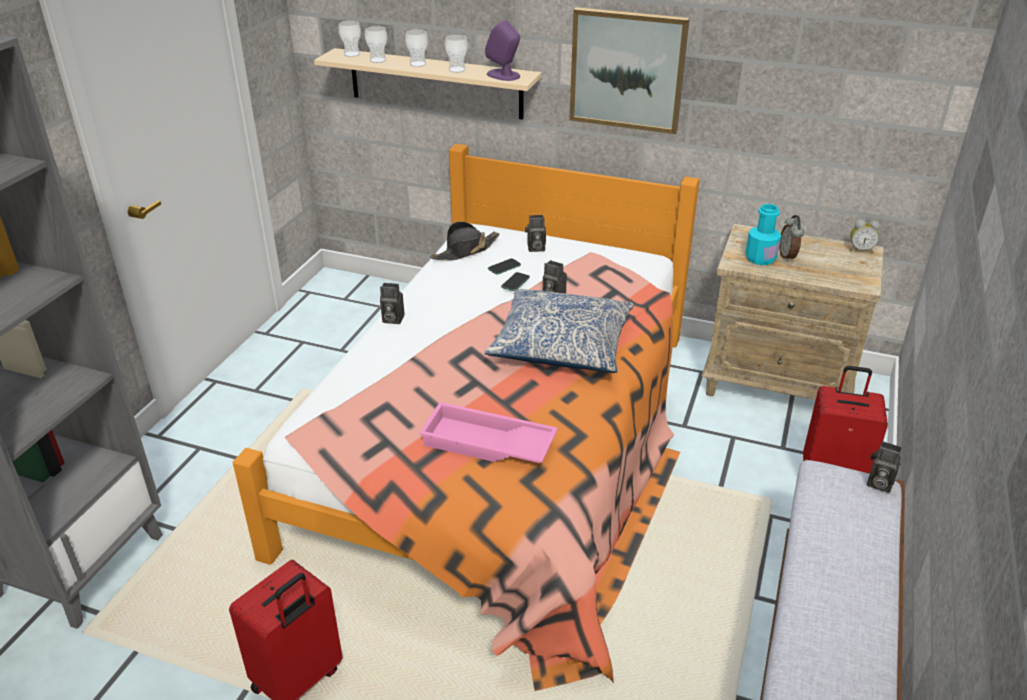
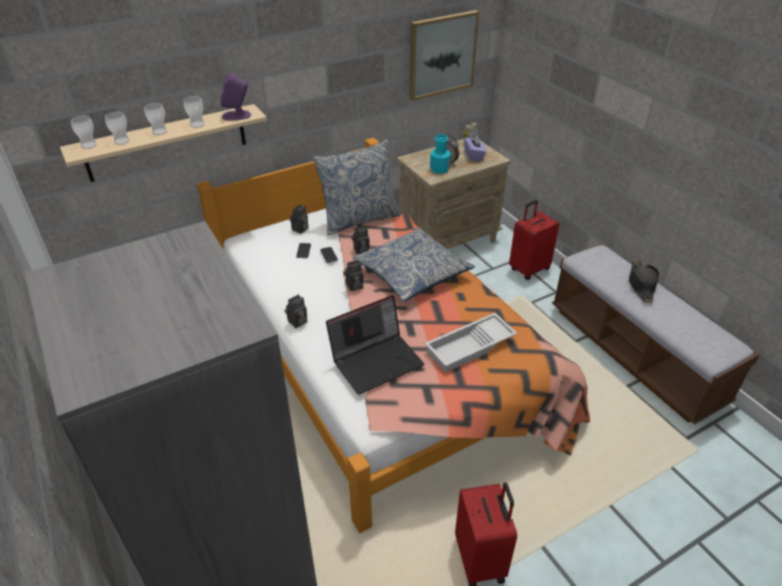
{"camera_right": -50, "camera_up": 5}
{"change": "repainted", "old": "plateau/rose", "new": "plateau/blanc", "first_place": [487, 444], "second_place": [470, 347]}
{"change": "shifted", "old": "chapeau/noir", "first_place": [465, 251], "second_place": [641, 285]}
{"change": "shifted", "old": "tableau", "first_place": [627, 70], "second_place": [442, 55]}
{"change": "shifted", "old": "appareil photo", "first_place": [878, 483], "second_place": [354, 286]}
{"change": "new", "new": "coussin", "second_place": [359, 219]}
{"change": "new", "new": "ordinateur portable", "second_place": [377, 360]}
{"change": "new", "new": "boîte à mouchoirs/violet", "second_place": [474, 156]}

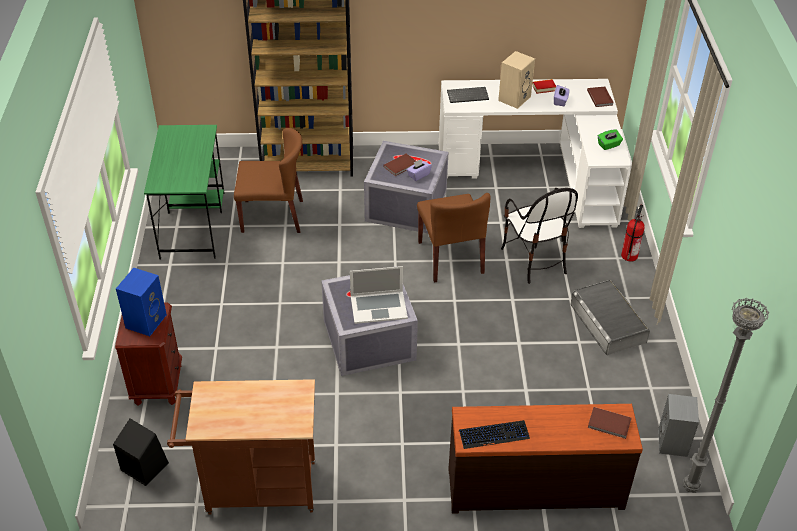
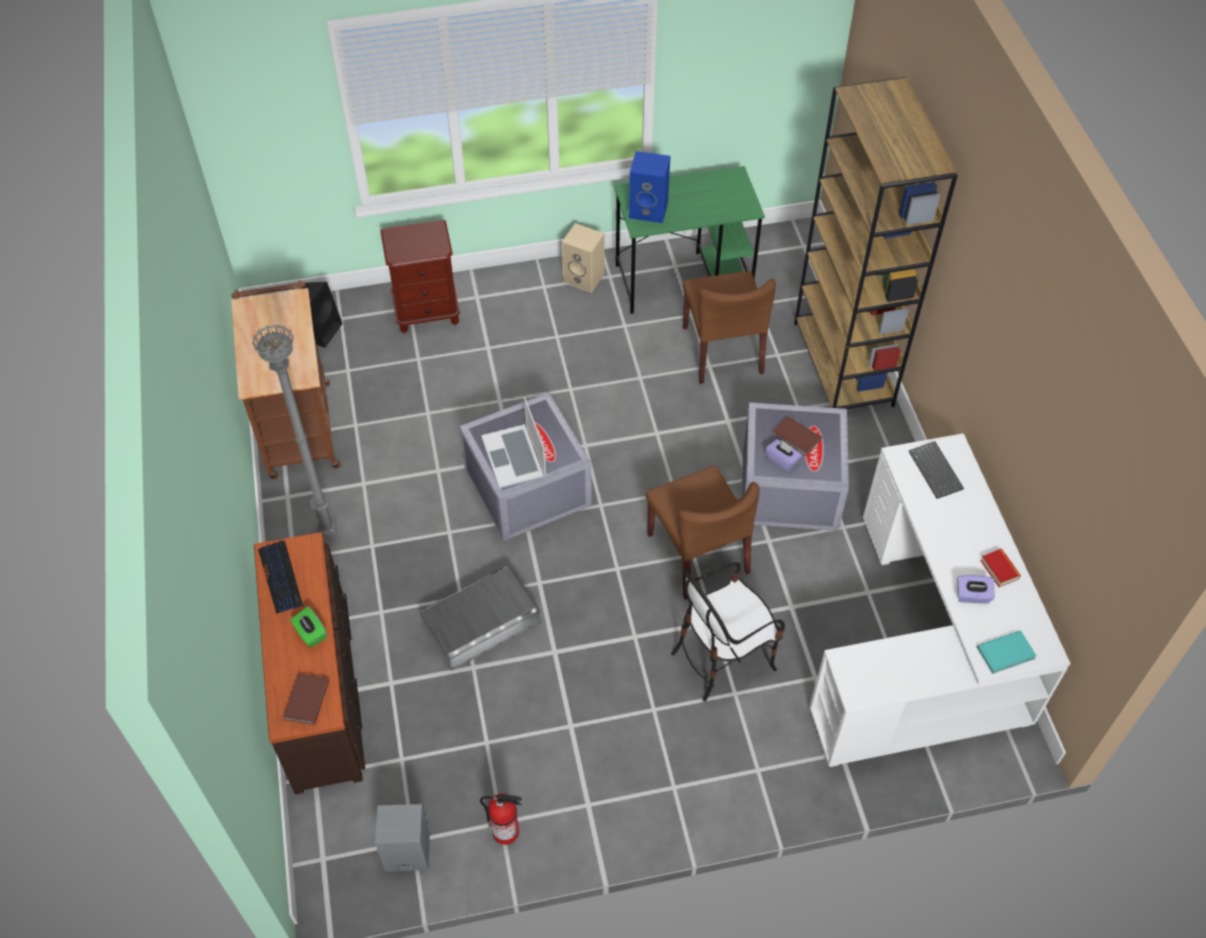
{"camera_right": 80, "camera_up": 10}
{"change": "shifted", "old": "enceinte/bleu", "first_place": [146, 320], "second_place": [649, 209]}
{"change": "rotated", "old": "chaise/marron", "first_place": [450, 257], "second_place": [698, 554], "degrees": -90}
{"change": "shifted", "old": "enceinte/beige", "first_place": [514, 98], "second_place": [585, 278]}
{"change": "shifted", "old": "boîte de rangement/gris", "first_place": [608, 323], "second_place": [481, 623]}
{"change": "repainted", "old": "livre/marron", "new": "livre/turquoise", "first_place": [600, 97], "second_place": [1007, 654]}
{"change": "shifted", "old": "boîte à mouchoirs/vert", "first_place": [609, 145], "second_place": [311, 633]}
{"change": "shifted", "old": "extincteur", "first_place": [629, 255], "second_place": [506, 831]}
{"change": "shifted", "old": "lampadaire/gris", "first_place": [689, 488], "second_place": [328, 533]}

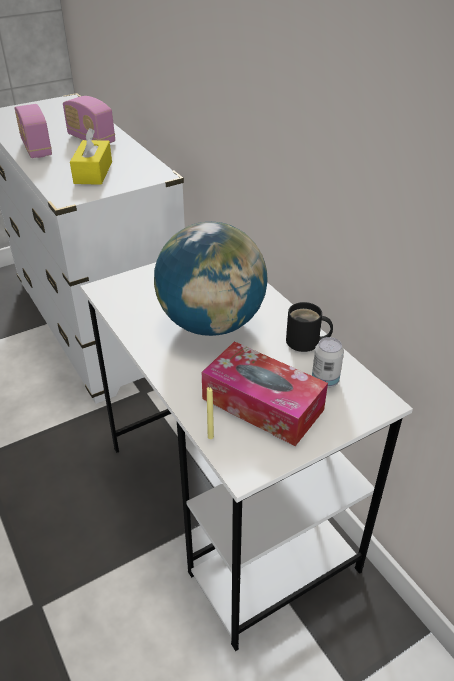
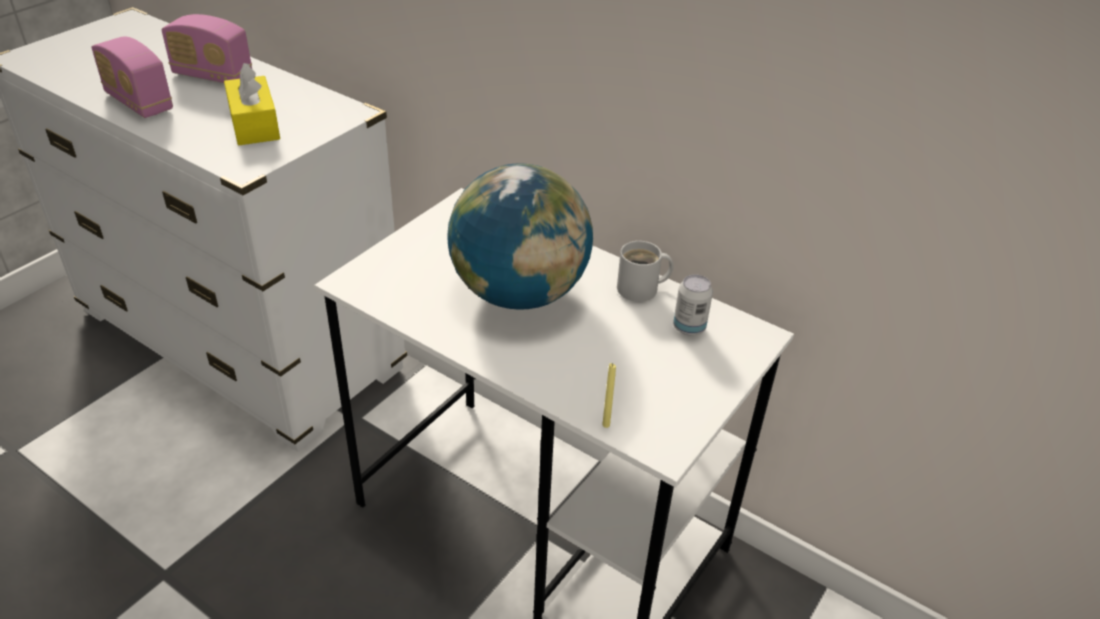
{"camera_right": -25, "camera_up": 0}
{"change": "gone", "old": "boîte à mouchoirs", "first_place": [262, 404]}
{"change": "repainted", "old": "mug/noir", "new": "mug/blanc", "first_place": [305, 342], "second_place": [641, 289]}

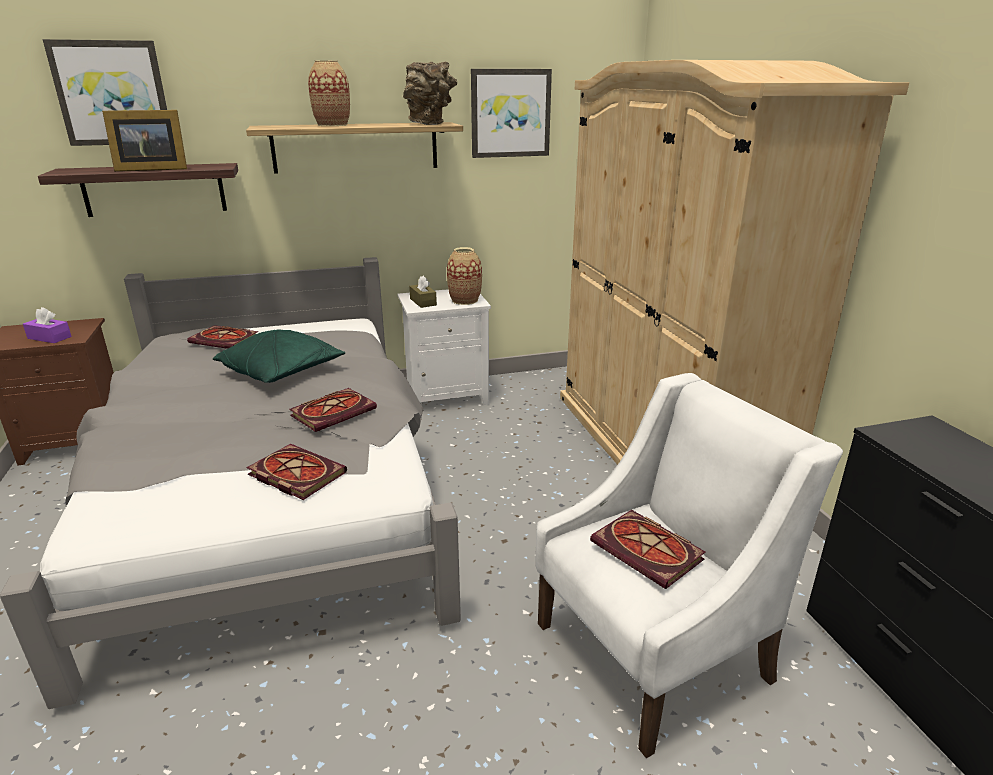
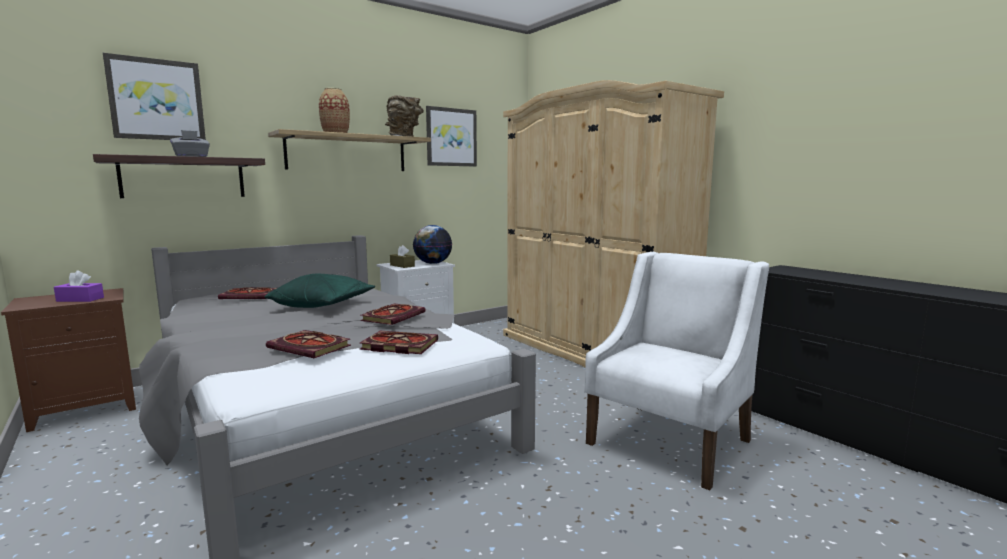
{"camera_right": -20, "camera_up": -15}
{"change": "swapped", "old": "cadre photo", "new": "boîte à mouchoirs/gris", "first_place": [150, 169], "second_place": [191, 156]}
{"change": "swapped", "old": "vase", "new": "globe", "first_place": [464, 300], "second_place": [432, 263]}
{"change": "shifted", "old": "livre", "first_place": [649, 551], "second_place": [311, 347]}

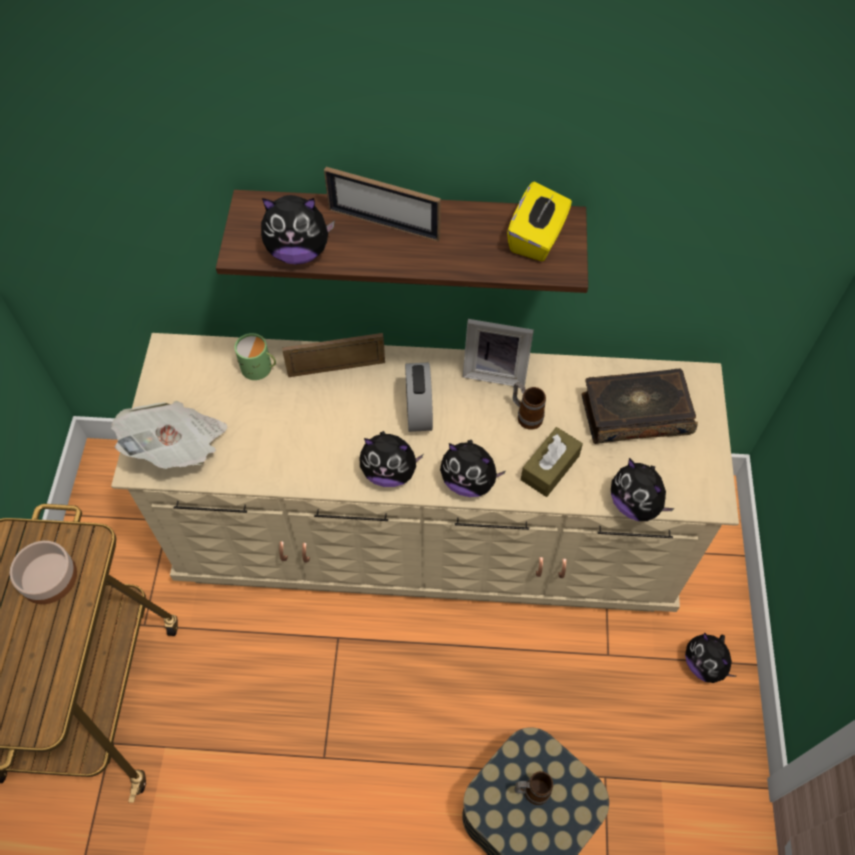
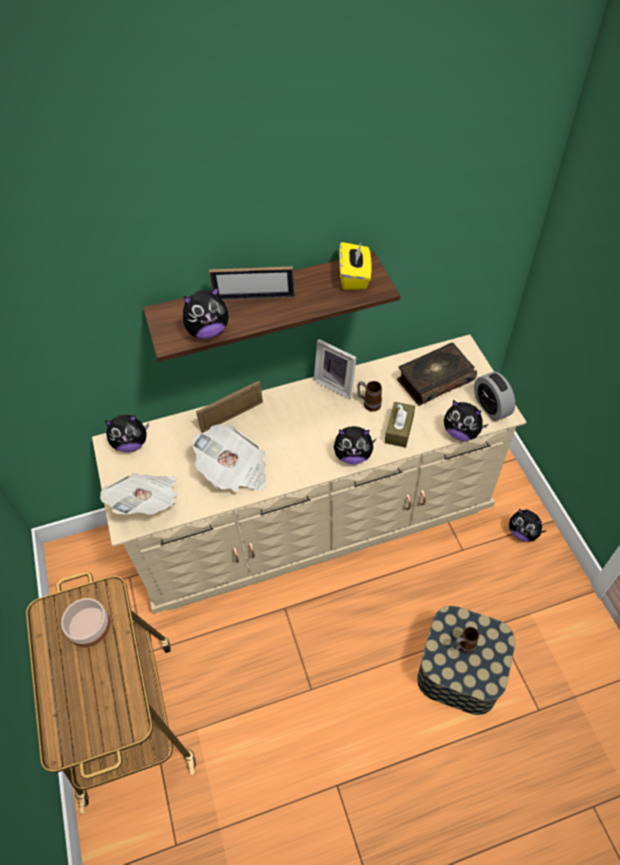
{"camera_right": -20, "camera_up": -5}
{"change": "gone", "old": "mug/vert", "first_place": [259, 368]}
{"change": "shifted", "old": "peluche", "first_place": [389, 472], "second_place": [131, 444]}
{"change": "shifted", "old": "réveil", "first_place": [419, 411], "second_place": [490, 407]}
{"change": "rotated", "old": "cadre photo", "first_place": [495, 371], "second_place": [336, 384], "degrees": 45}
{"change": "new", "new": "journal", "second_place": [234, 471]}

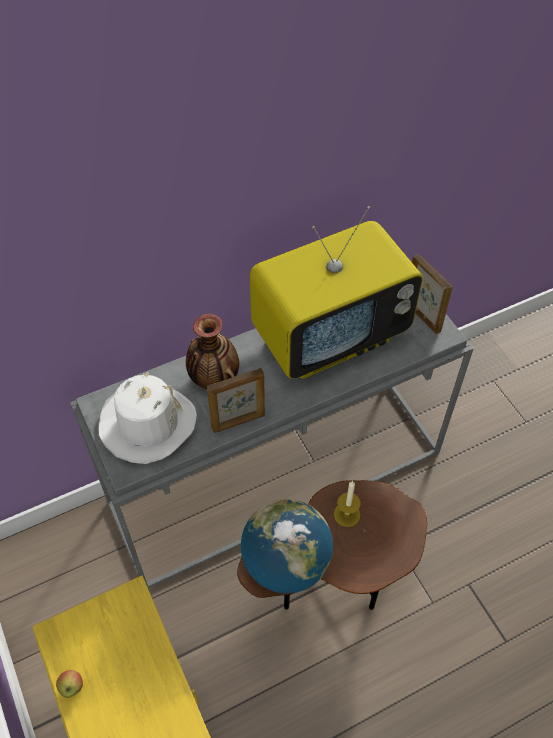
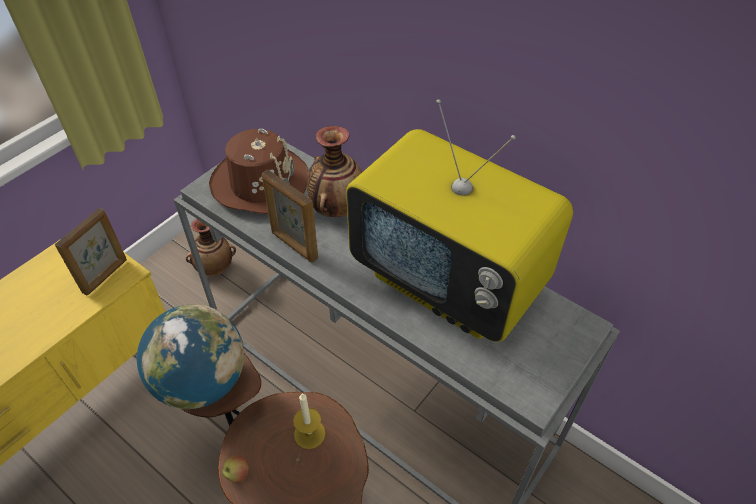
{"camera_right": 65, "camera_up": -5}
{"change": "shifted", "old": "pomme", "first_place": [72, 687], "second_place": [238, 474]}
{"change": "repainted", "old": "chapeau/blanc", "new": "chapeau/marron", "first_place": [147, 423], "second_place": [260, 183]}
{"change": "shifted", "old": "cadre photo", "first_place": [423, 316], "second_place": [105, 276]}
{"change": "new", "new": "vase", "second_place": [215, 268]}

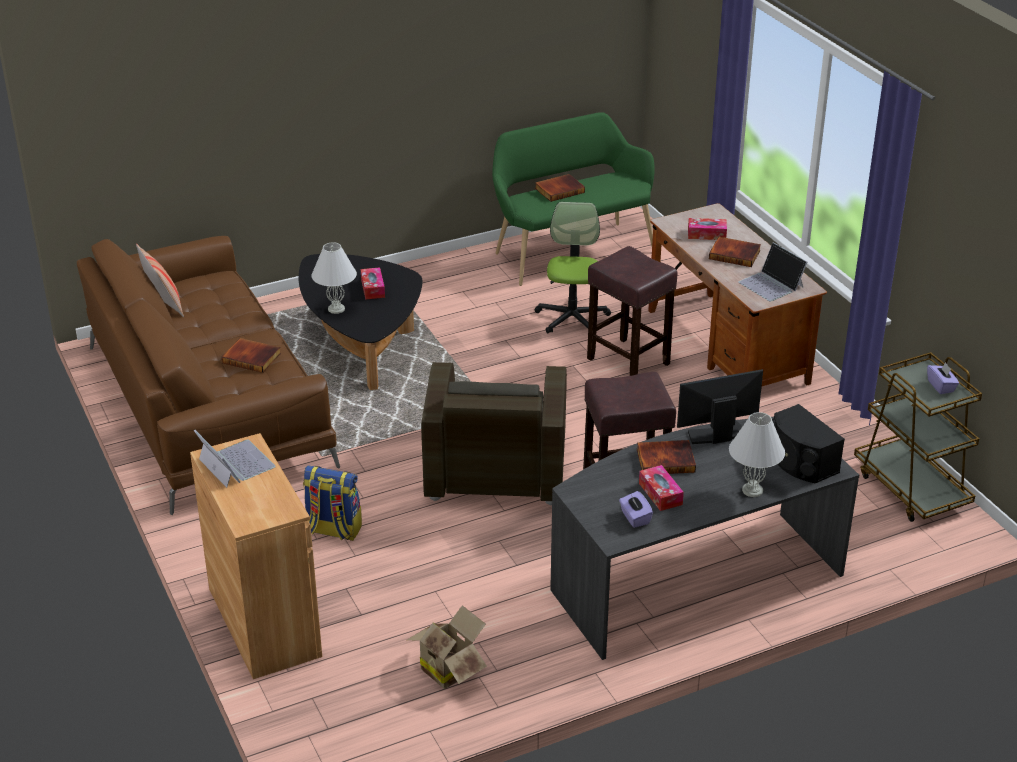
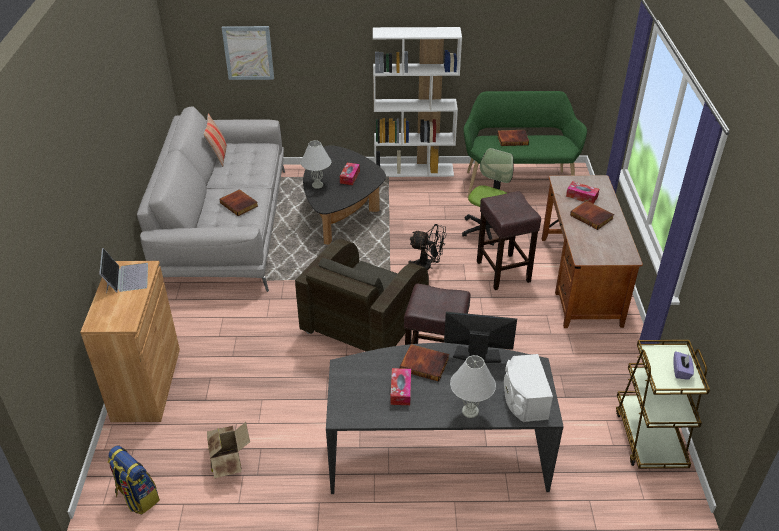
{"camera_right": 25, "camera_up": 5}
{"change": "repainted", "old": "canapé/marron", "new": "canapé/gris", "first_place": [207, 403], "second_place": [225, 225]}
{"change": "shifted", "old": "sac à dos", "first_place": [333, 530], "second_place": [137, 497]}
{"change": "gone", "old": "boîte à mouchoirs/violet", "first_place": [635, 518]}
{"change": "gone", "old": "ordinateur portable", "first_place": [771, 284]}
{"change": "repainted", "old": "enceinte/noir", "new": "enceinte/blanc", "first_place": [800, 462], "second_place": [524, 399]}
{"change": "new", "new": "tableau", "second_place": [248, 53]}
{"change": "new", "new": "bibliothèque/blanc", "second_place": [414, 170]}
{"change": "new", "new": "ventilateur/noir", "second_place": [427, 267]}

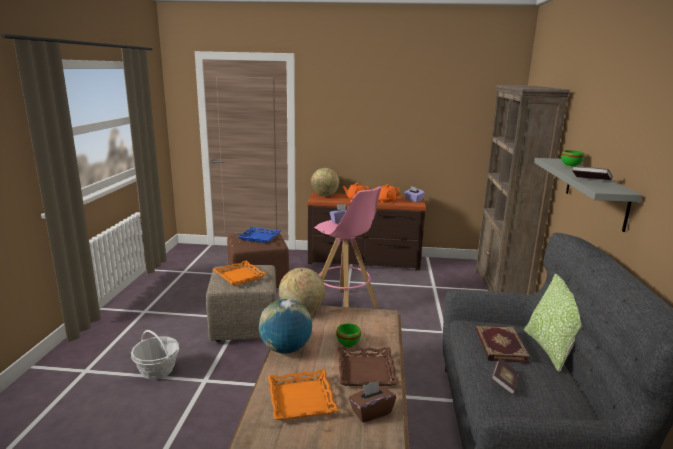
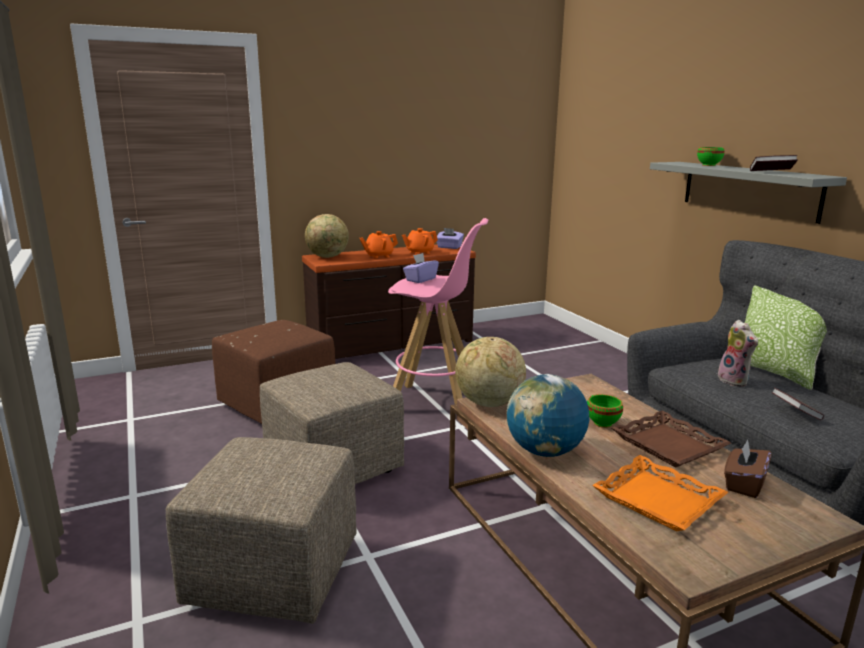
{"camera_right": -30, "camera_up": 0}
{"change": "swapped", "old": "panier", "new": "pouf/beige", "first_place": [157, 370], "second_place": [274, 571]}
{"change": "gone", "old": "plateau/orange", "first_place": [239, 276]}
{"change": "gone", "old": "plateau/bleu", "first_place": [259, 237]}
{"change": "gone", "old": "bibliothèque/marron", "first_place": [500, 290]}
{"change": "swapped", "old": "livre", "new": "peluche", "first_place": [499, 346], "second_place": [735, 381]}

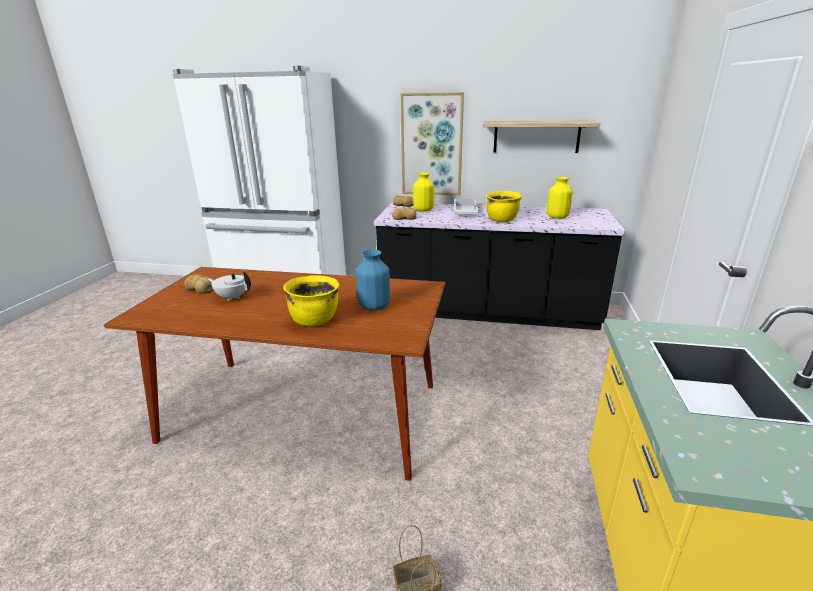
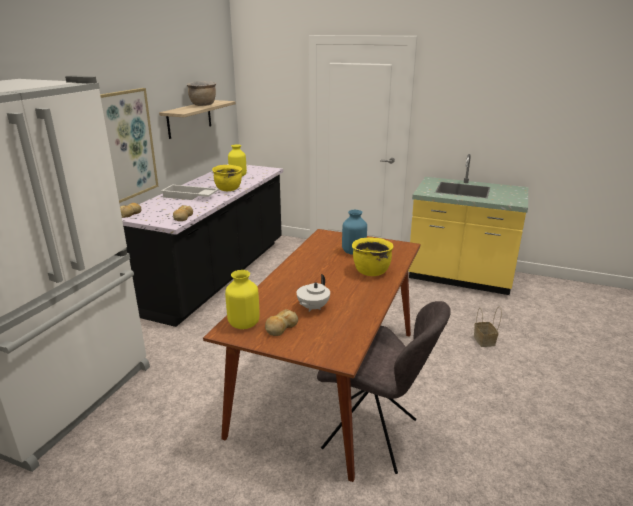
{"camera_right": -80, "camera_up": 0}
{"change": "shifted", "old": "vase/jaune", "first_place": [424, 210], "second_place": [243, 323]}
{"change": "new", "new": "marmite/marron", "second_place": [203, 105]}
{"change": "new", "new": "chaise/gris", "second_place": [374, 435]}

